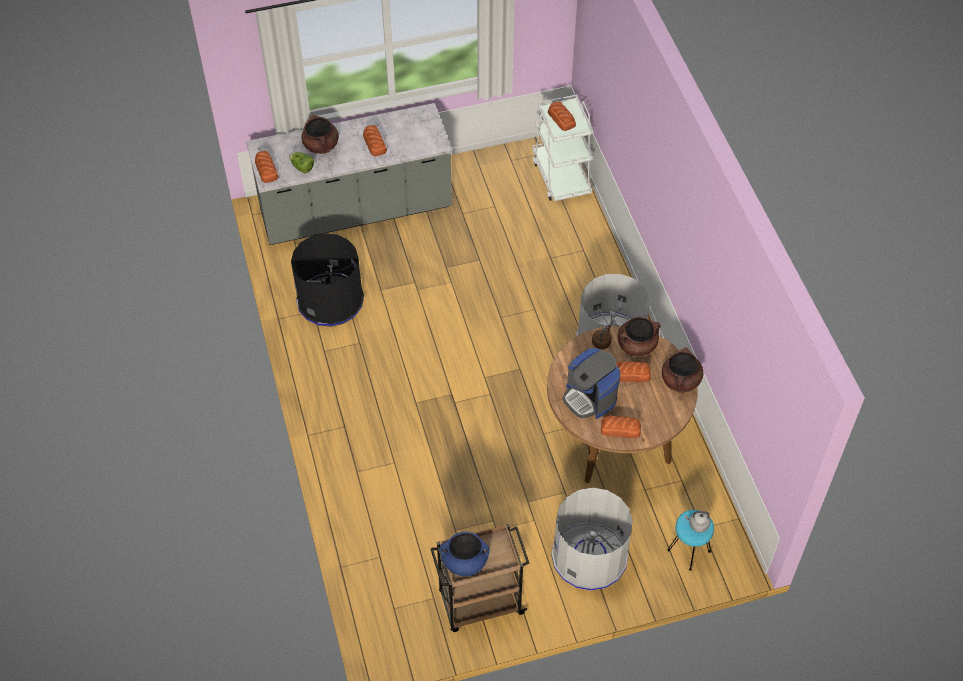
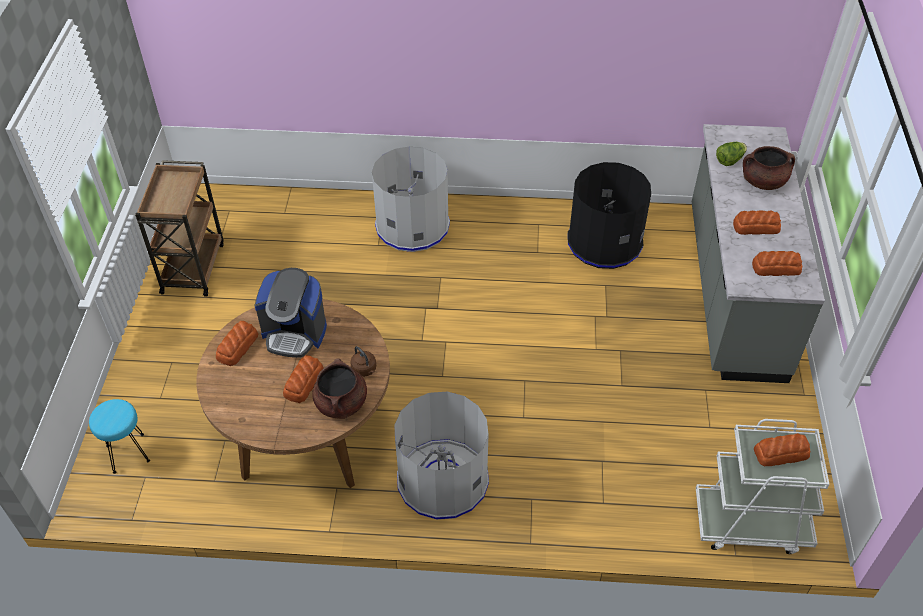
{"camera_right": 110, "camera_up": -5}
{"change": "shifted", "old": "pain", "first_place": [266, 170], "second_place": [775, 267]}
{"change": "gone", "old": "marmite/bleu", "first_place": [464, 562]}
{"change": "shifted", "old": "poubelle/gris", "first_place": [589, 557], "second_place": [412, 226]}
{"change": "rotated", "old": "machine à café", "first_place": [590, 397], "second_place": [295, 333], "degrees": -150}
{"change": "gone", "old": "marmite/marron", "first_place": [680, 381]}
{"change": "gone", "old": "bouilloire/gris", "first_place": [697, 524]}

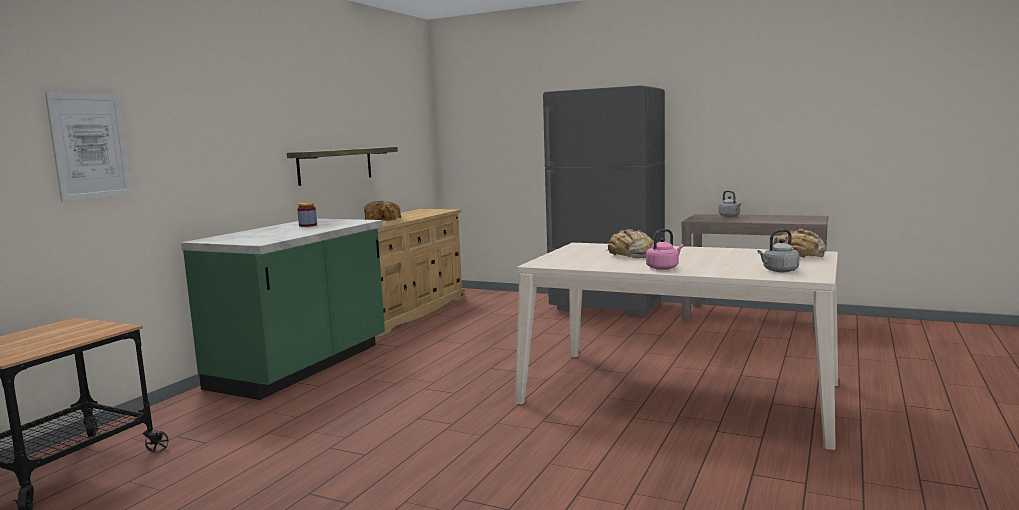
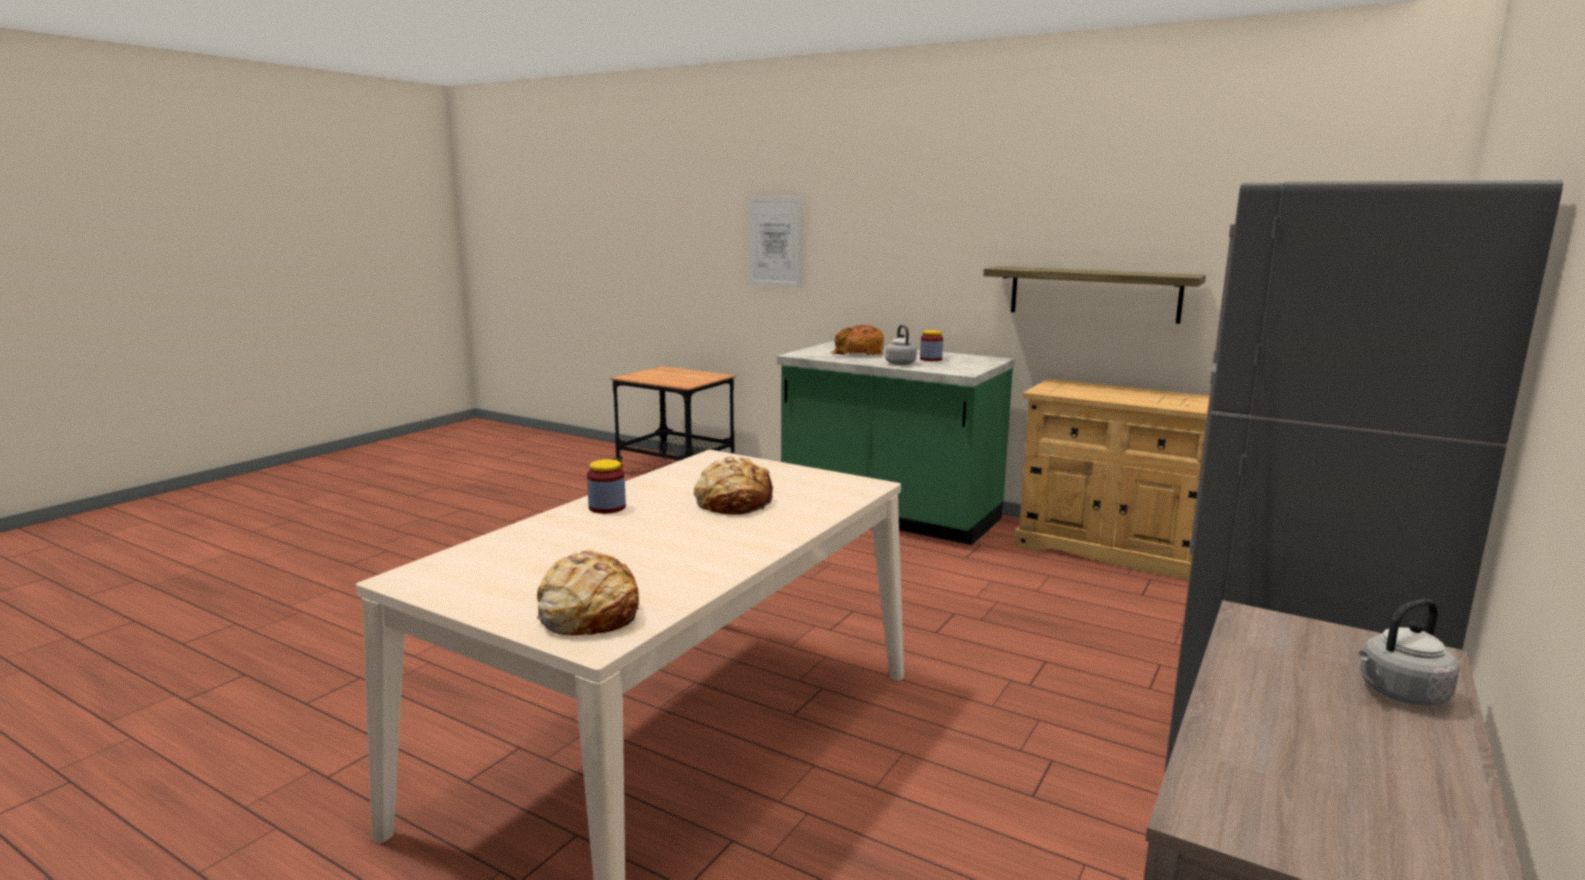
{"camera_right": 95, "camera_up": 5}
{"change": "shifted", "old": "pain", "first_place": [383, 219], "second_place": [856, 353]}
{"change": "swapped", "old": "bouilloire/rose", "new": "bocal", "first_place": [663, 268], "second_place": [607, 507]}
{"change": "shifted", "old": "bouilloire/gris", "first_place": [779, 271], "second_place": [899, 363]}

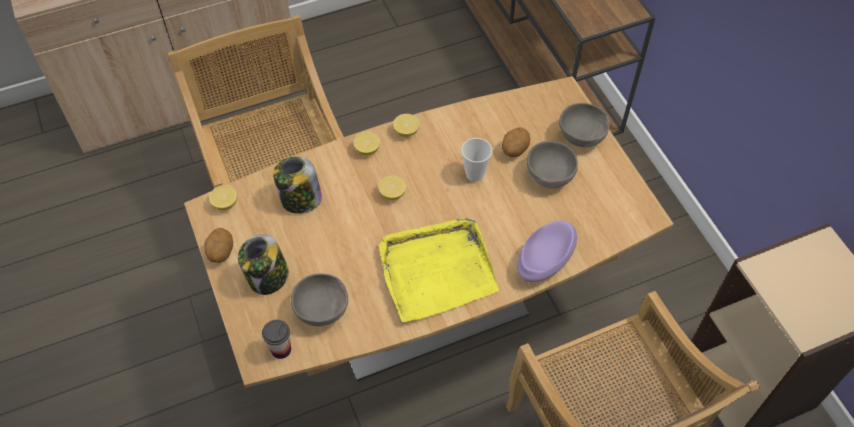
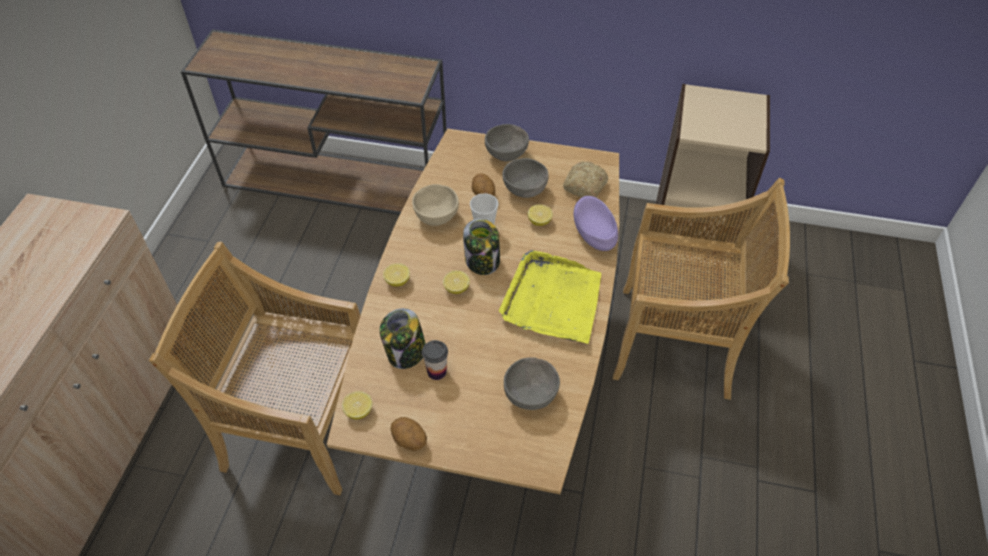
{"camera_right": -55, "camera_up": -5}
{"change": "shifted", "old": "bocal", "first_place": [268, 278], "second_place": [482, 261]}
{"change": "shifted", "old": "tasse", "first_place": [281, 349], "second_place": [437, 371]}
{"change": "shifted", "old": "citron", "first_place": [406, 131], "second_place": [539, 221]}
{"change": "new", "new": "bol/beige", "second_place": [437, 217]}
{"change": "new", "new": "pain", "second_place": [584, 187]}

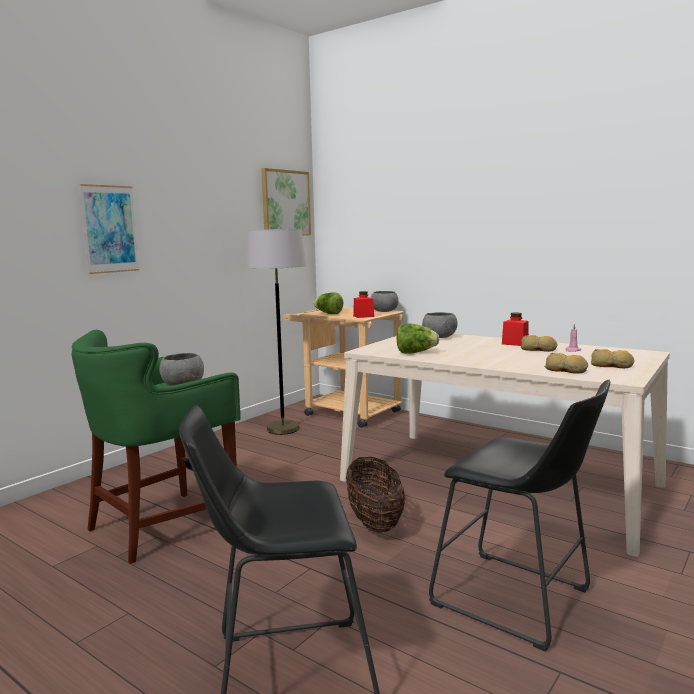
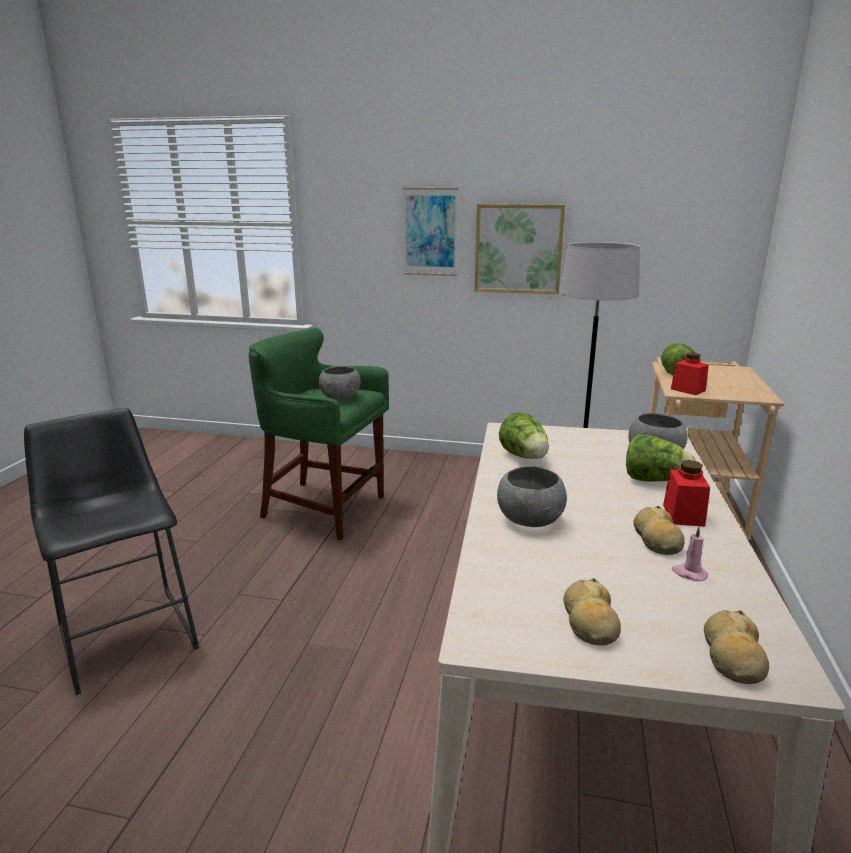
{"camera_right": 65, "camera_up": 10}
{"change": "shifted", "old": "tableau", "first_place": [285, 203], "second_place": [518, 249]}
{"change": "gone", "old": "panier", "first_place": [374, 522]}
{"change": "shifted", "old": "bol/gris", "first_place": [384, 311], "second_place": [530, 519]}
{"change": "gone", "old": "tabouret/noir", "first_place": [518, 601]}
{"change": "shifted", "old": "pain", "first_place": [566, 370], "second_place": [732, 657]}
{"change": "new", "new": "laitue", "second_place": [654, 480]}

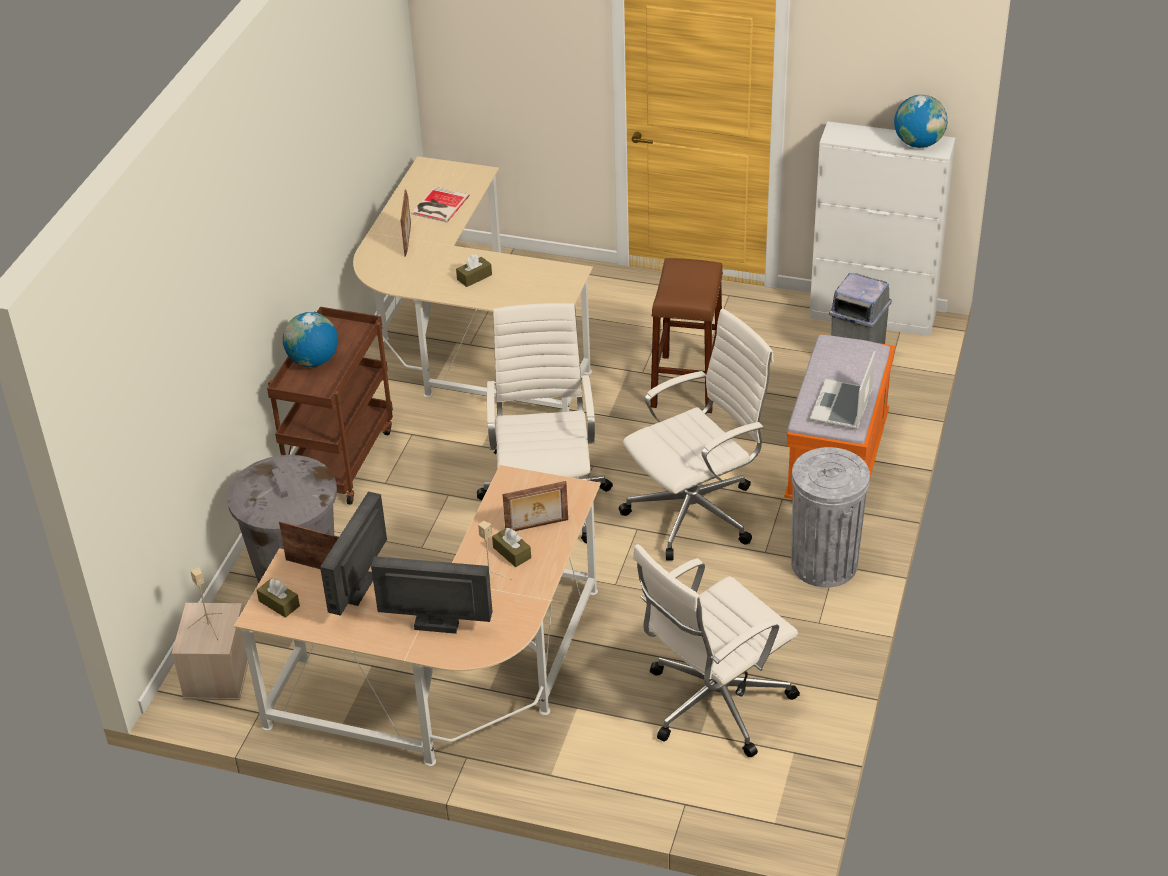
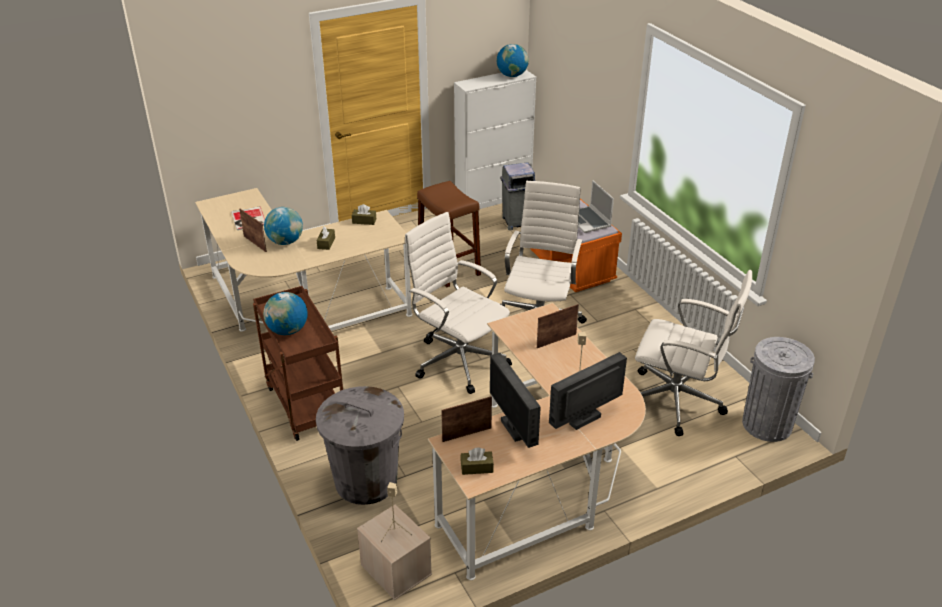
{"camera_right": -45, "camera_up": -5}
{"change": "shifted", "old": "boîte à mouchoirs/marron", "first_place": [512, 553], "second_place": [364, 221]}
{"change": "rotated", "old": "cadre photo", "first_place": [537, 526], "second_place": [556, 340], "degrees": -150}
{"change": "rotated", "old": "chaise de bureau/blanc", "first_place": [713, 704], "second_place": [677, 402], "degrees": -75}
{"change": "shifted", "old": "poubelle/gris", "first_place": [824, 563], "second_place": [767, 424]}
{"change": "new", "new": "globe", "second_place": [285, 242]}

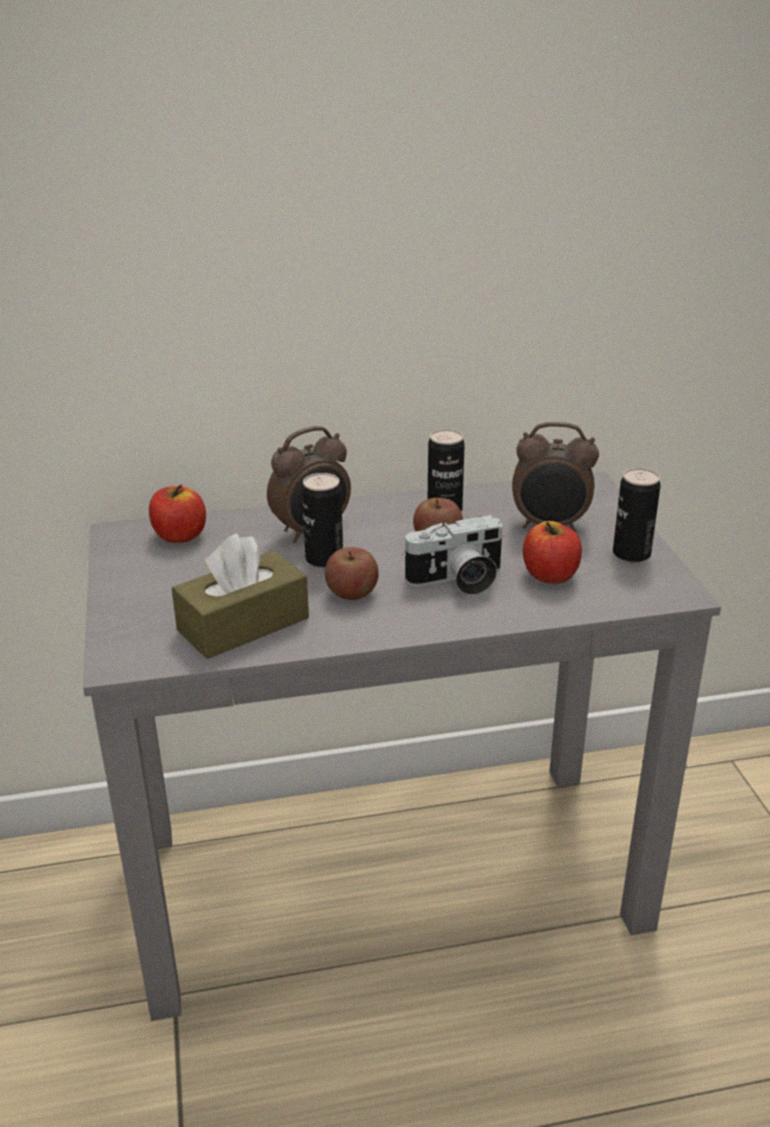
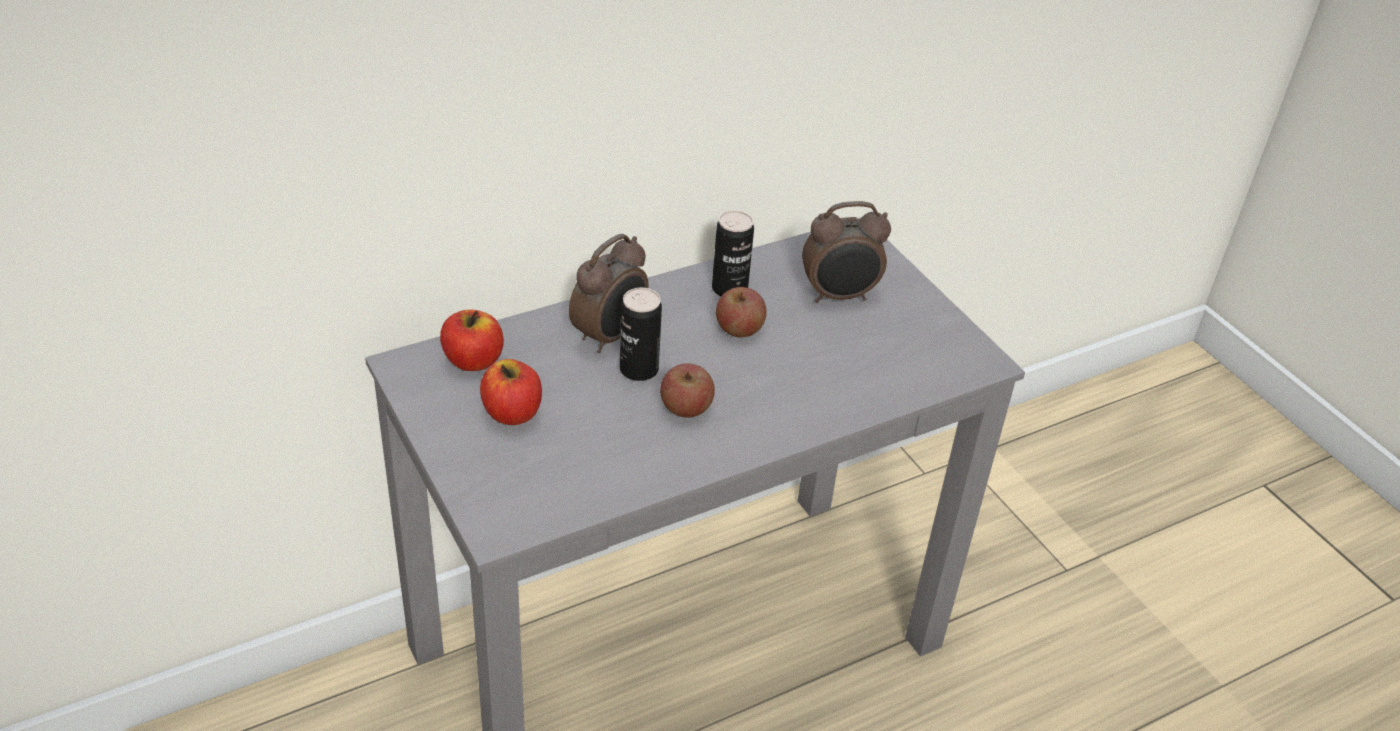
{"camera_right": -20, "camera_up": 10}
{"change": "gone", "old": "boîte à mouchoirs/marron", "first_place": [243, 624]}
{"change": "gone", "old": "appareil photo", "first_place": [457, 581]}
{"change": "shifted", "old": "pomme", "first_place": [550, 575], "second_place": [512, 413]}
{"change": "gone", "old": "boîte métallique", "first_place": [631, 554]}

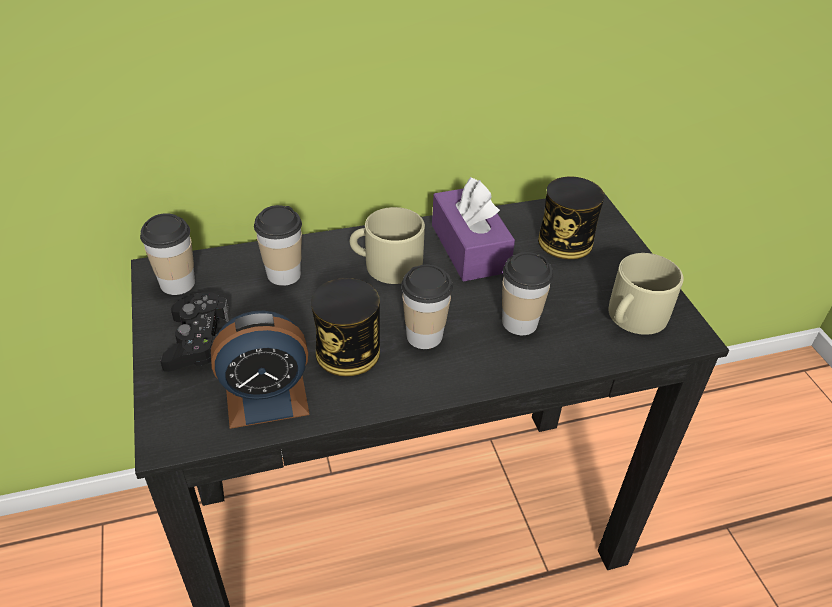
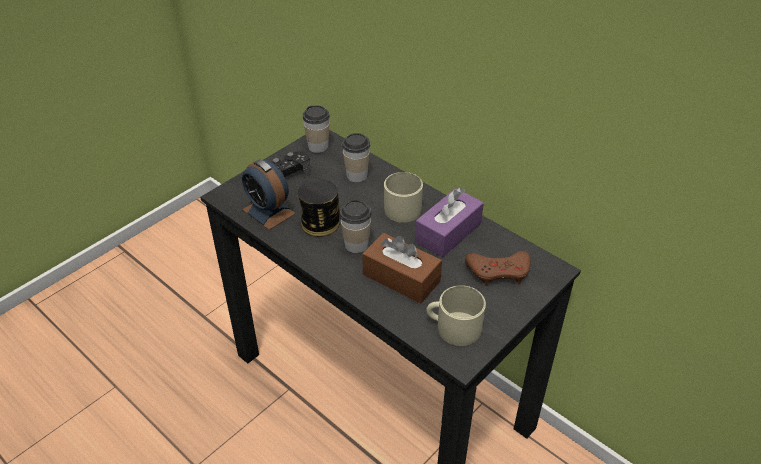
{"camera_right": 60, "camera_up": 0}
{"change": "swapped", "old": "tasse", "new": "boîte à mouchoirs/marron", "first_place": [519, 322], "second_place": [401, 278]}
{"change": "swapped", "old": "boîte métallique", "new": "manette/marron", "first_place": [565, 242], "second_place": [499, 271]}

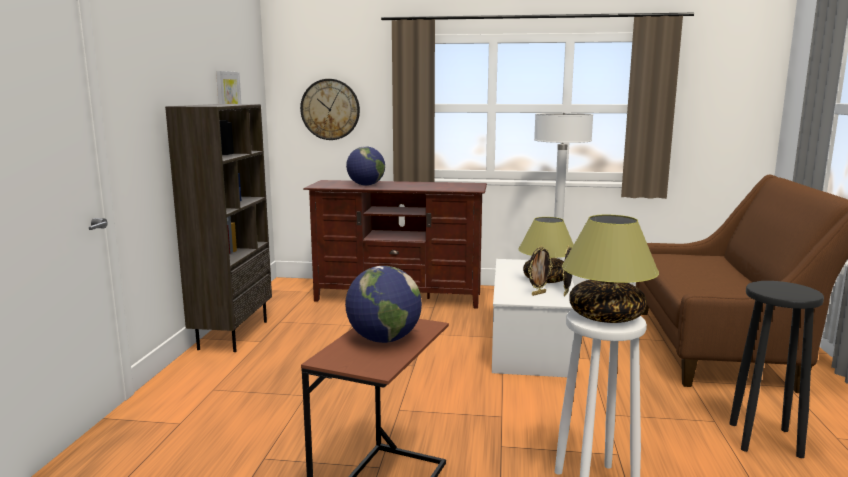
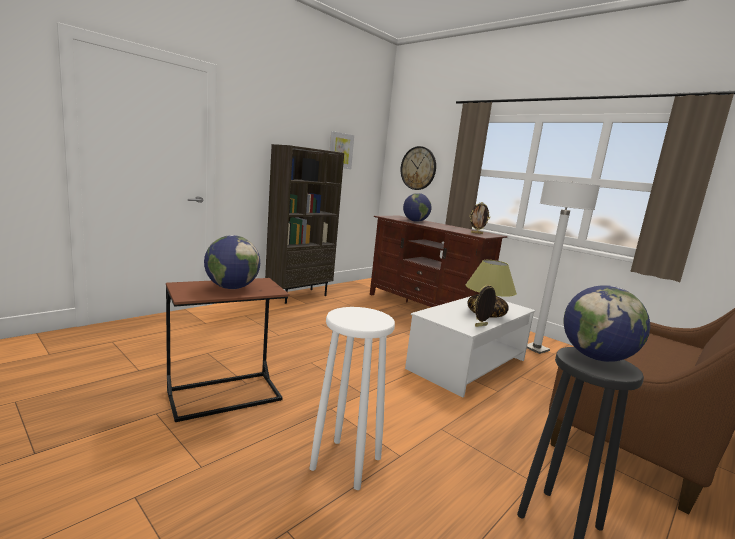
{"camera_right": 35, "camera_up": 0}
{"change": "shifted", "old": "cadre photo", "first_place": [538, 293], "second_place": [476, 233]}
{"change": "gone", "old": "lampe de table", "first_place": [606, 316]}
{"change": "new", "new": "globe", "second_place": [596, 357]}

